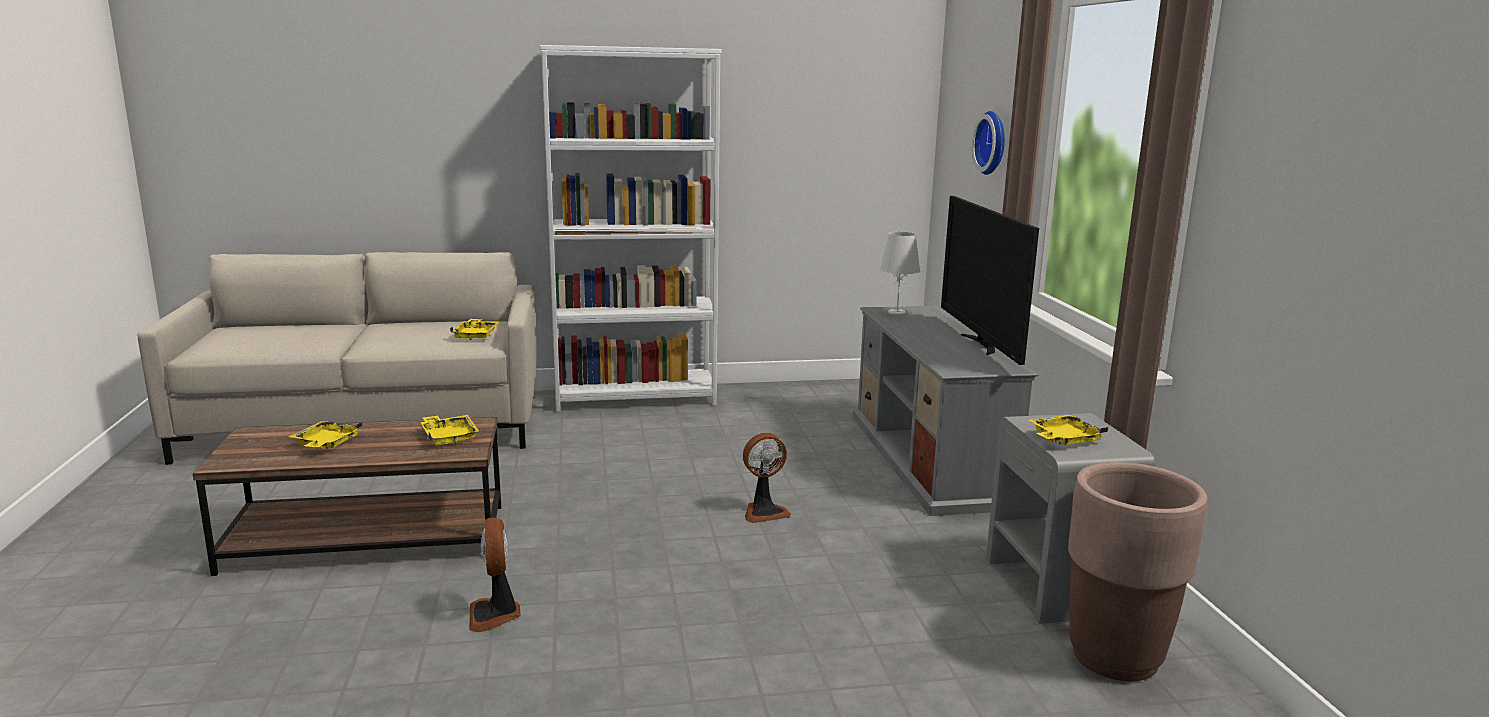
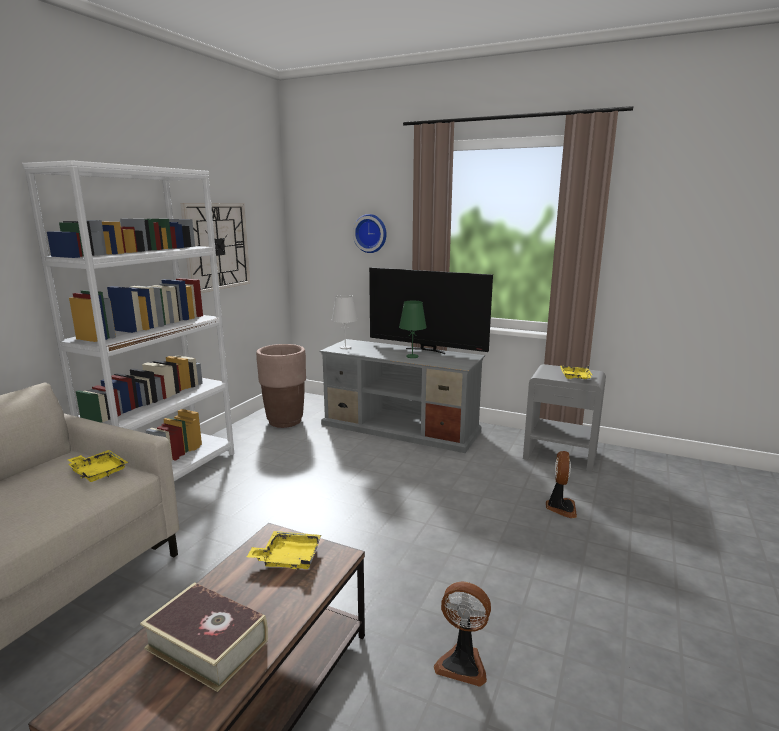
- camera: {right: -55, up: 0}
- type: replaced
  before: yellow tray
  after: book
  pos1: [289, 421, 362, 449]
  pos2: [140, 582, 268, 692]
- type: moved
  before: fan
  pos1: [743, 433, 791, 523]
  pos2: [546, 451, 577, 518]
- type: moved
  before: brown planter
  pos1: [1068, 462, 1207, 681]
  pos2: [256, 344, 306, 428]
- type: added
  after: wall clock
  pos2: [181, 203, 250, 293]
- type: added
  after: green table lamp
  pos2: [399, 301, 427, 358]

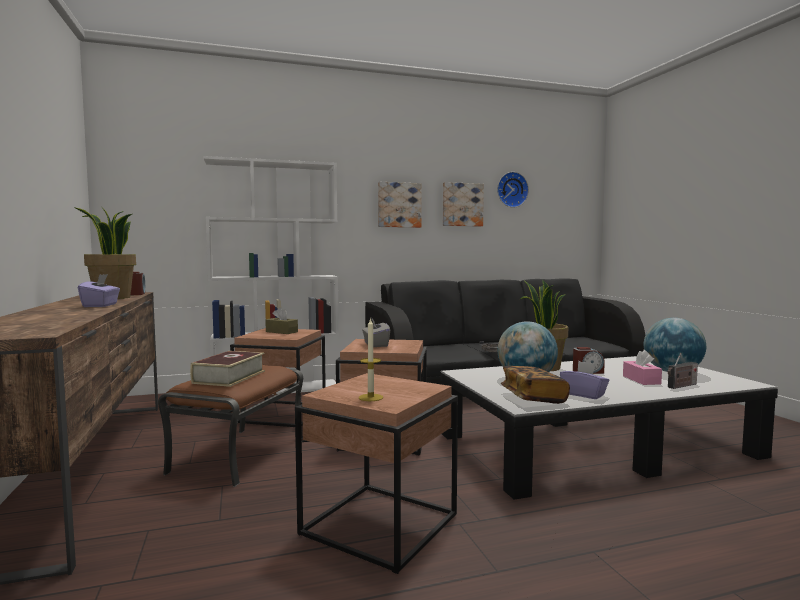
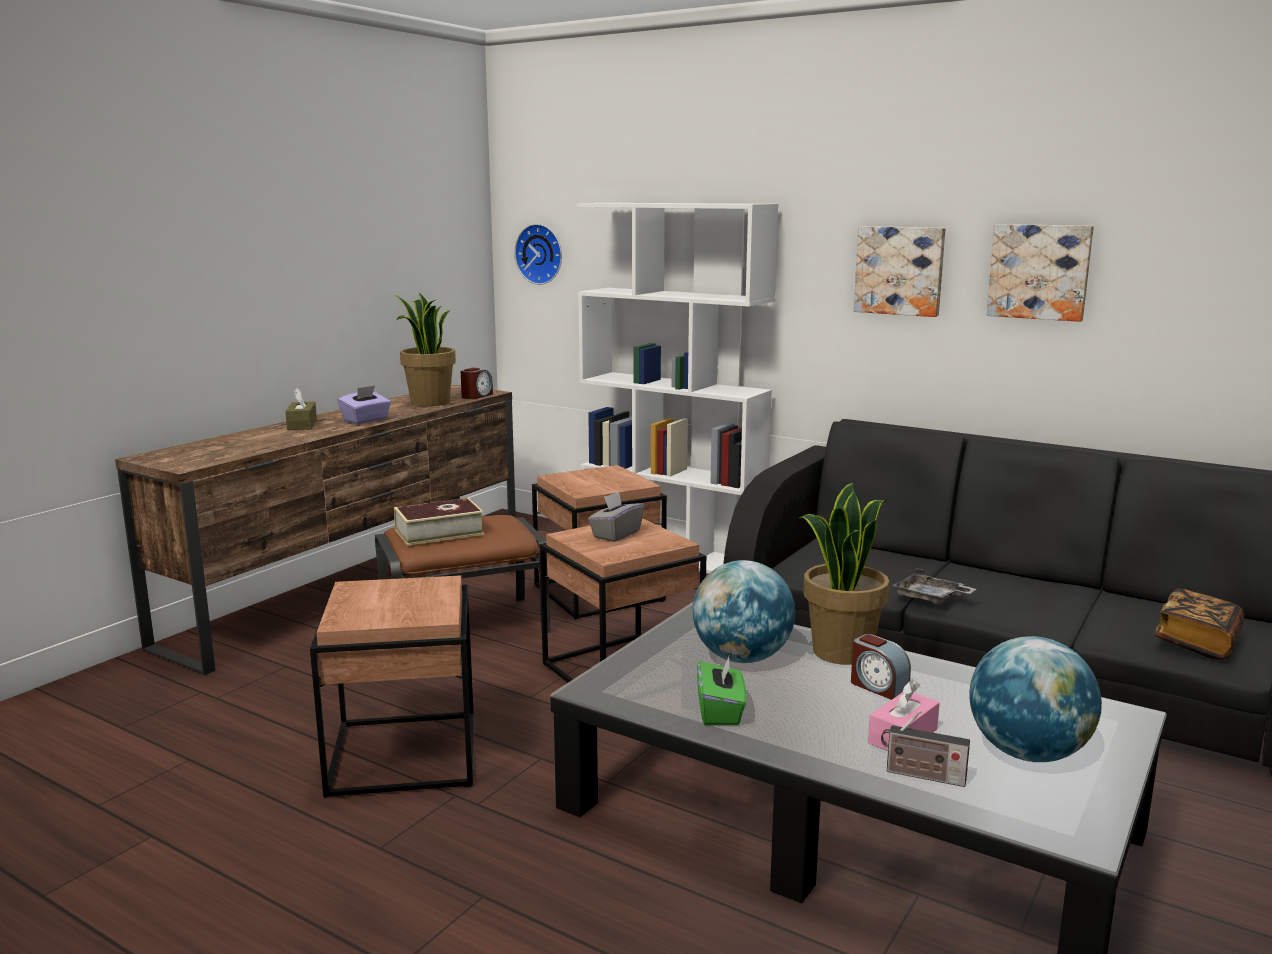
- camera: {right: 50, up: 10}
- type: moved
  before: brown tissue box
  pos1: [265, 307, 298, 334]
  pos2: [285, 388, 317, 430]
- type: removed
  before: candle
  pos1: [359, 318, 383, 401]
- type: moved
  before: wall clock
  pos1: [497, 172, 529, 208]
  pos2: [514, 224, 562, 285]
- type: moved
  before: book
  pos1: [501, 366, 570, 404]
  pos2: [1155, 588, 1244, 660]
- type: recoloured
  before: purple tissue box
  after: green tissue box
  pos1: [560, 361, 609, 399]
  pos2: [697, 657, 747, 725]

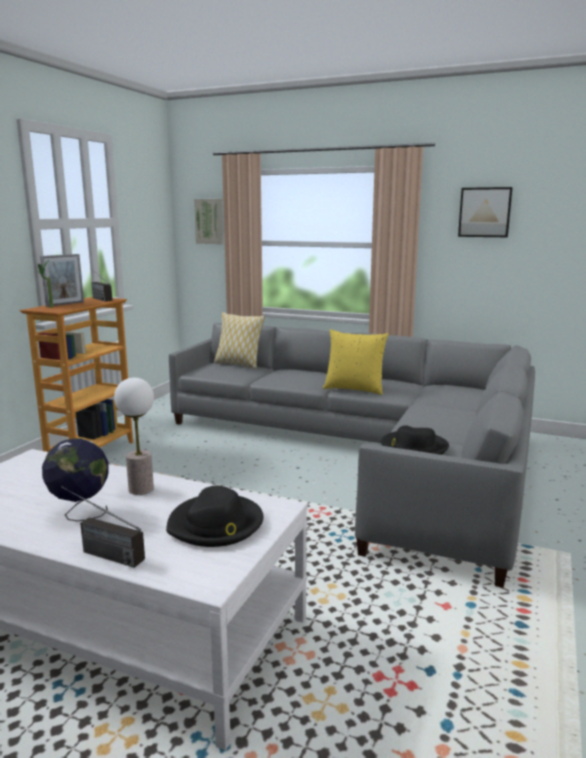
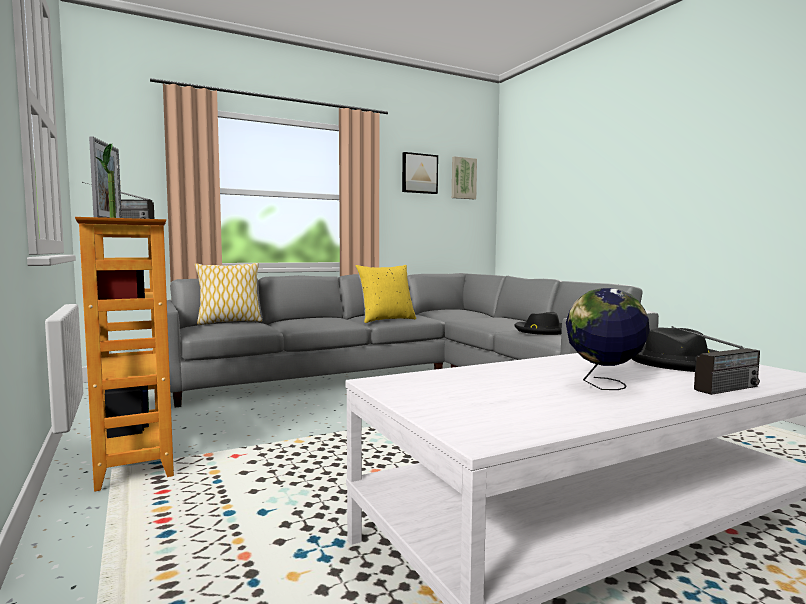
- camera: {right: -50, up: -10}
- type: removed
  before: table lamp
  pos1: [114, 378, 154, 495]
- type: moved
  before: picture
  pos1: [194, 199, 223, 244]
  pos2: [452, 156, 477, 199]

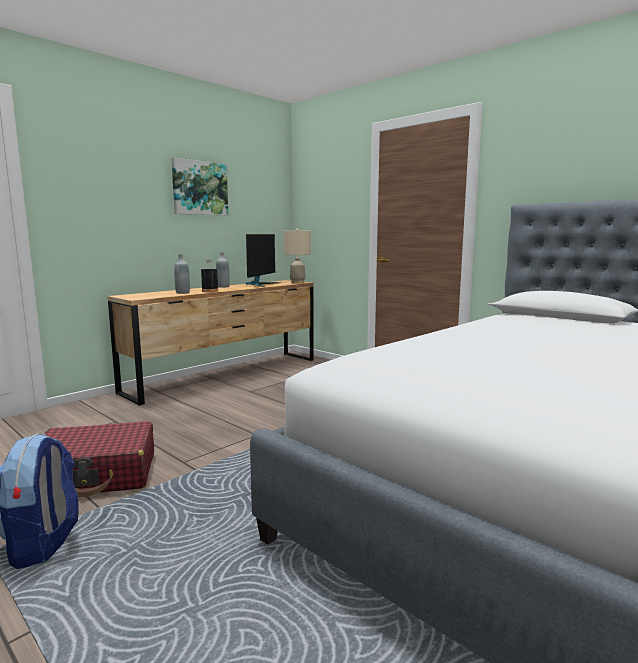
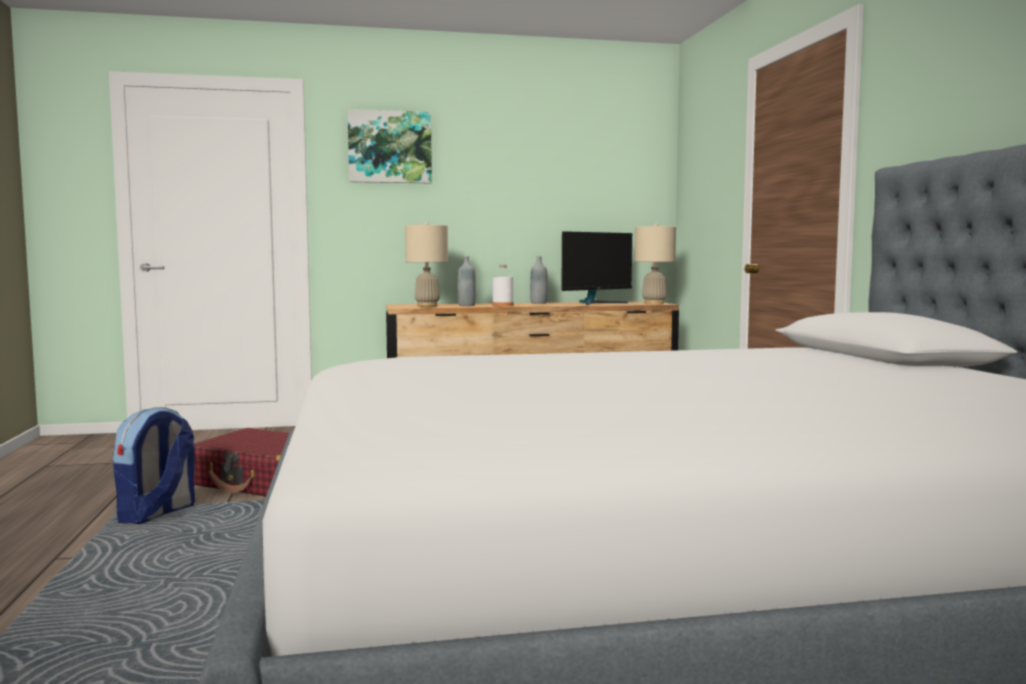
- camera: {right: 35, up: -5}
- type: moved
  before: picture
  pos1: [171, 157, 228, 216]
  pos2: [348, 109, 432, 184]
- type: recoloured
  before: black bottle
  after: white bottle
  pos1: [201, 260, 218, 292]
  pos2: [492, 265, 514, 307]
- type: added
  after: beige table lamp
  pos2: [405, 222, 448, 307]

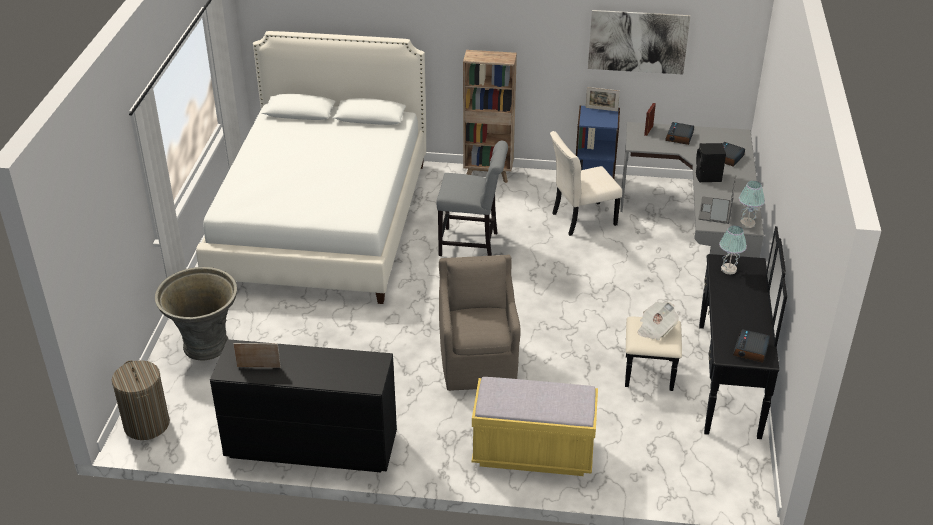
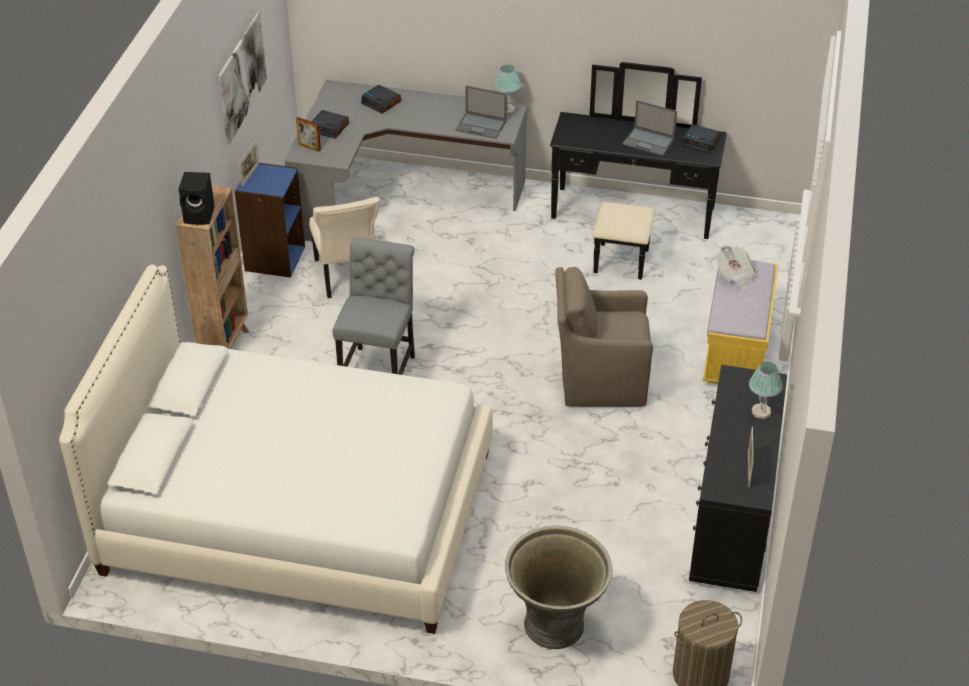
- camera: {right: -85, up: 5}
- type: moved
  before: newspaper
  pos1: [637, 302, 679, 340]
  pos2: [716, 245, 757, 289]
- type: moved
  before: black speaker
  pos1: [696, 143, 726, 182]
  pos2: [178, 172, 215, 225]
- type: moved
  before: table lamp
  pos1: [719, 226, 747, 275]
  pos2: [749, 362, 782, 419]
- type: added
  after: laptop
  pos2: [622, 100, 677, 156]

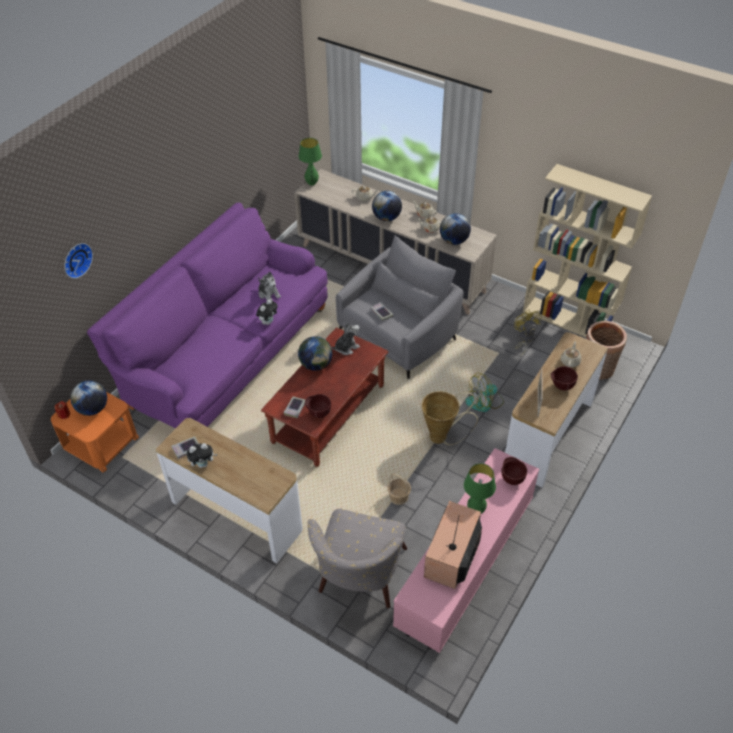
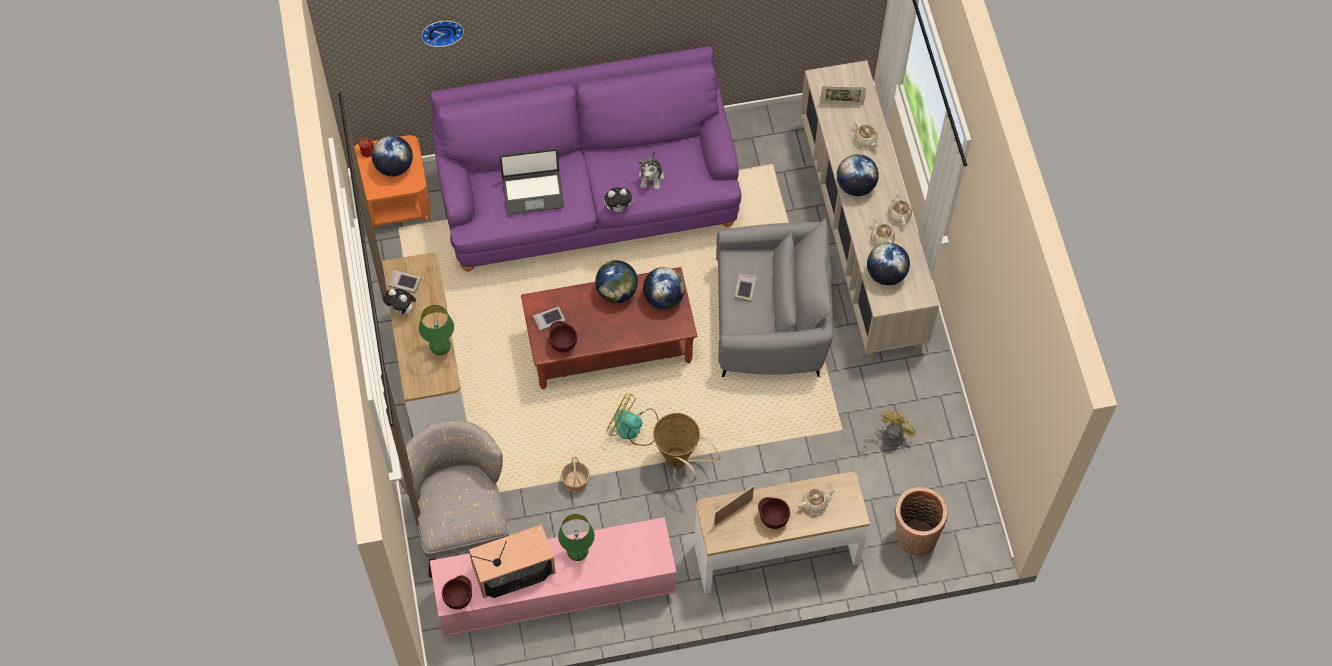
- camera: {right: 45, up: 15}
- type: moved
  before: green table lamp
  pos1: [299, 138, 322, 186]
  pos2: [419, 305, 454, 355]
- type: turned
  before: grey armchair
  pos1: [308, 509, 407, 608]
  pos2: [399, 420, 509, 578]
  turn: 105
- type: replaced
  before: plush toy
  after: globe
  pos1: [332, 322, 360, 355]
  pos2: [643, 267, 685, 309]
- type: moved
  before: fan
  pos1: [465, 373, 504, 412]
  pos2: [606, 393, 659, 446]
- type: moved
  before: brown bowl
  pos1: [502, 457, 527, 485]
  pos2: [442, 575, 472, 609]
- type: removed
  before: beige bookcase
  pos1: [523, 164, 652, 337]
- type: added
  after: laptop
  pos2: [499, 148, 564, 215]
- type: added
  after: picture frame
  pos2: [820, 86, 866, 105]

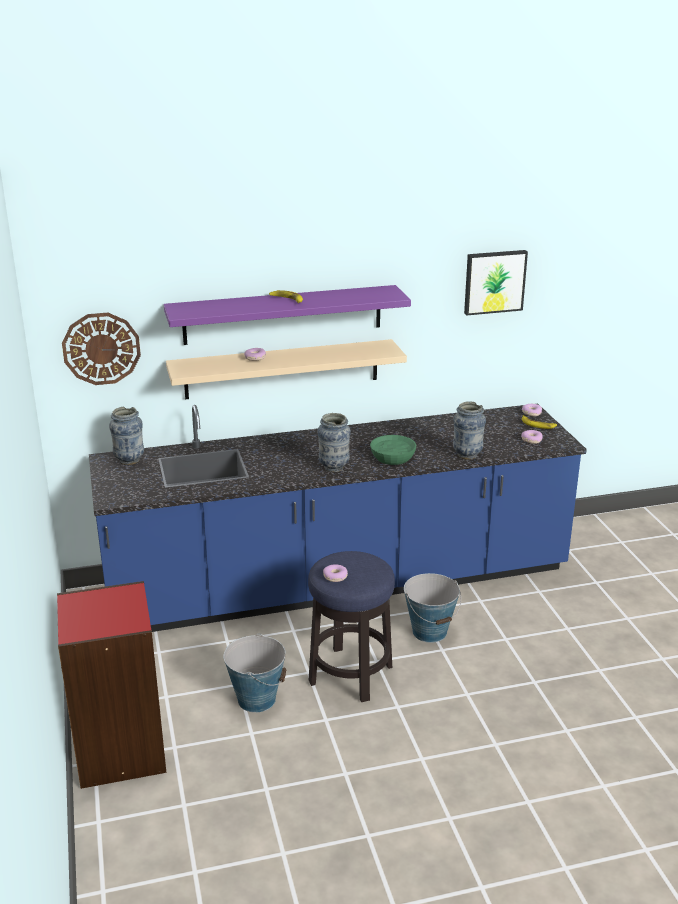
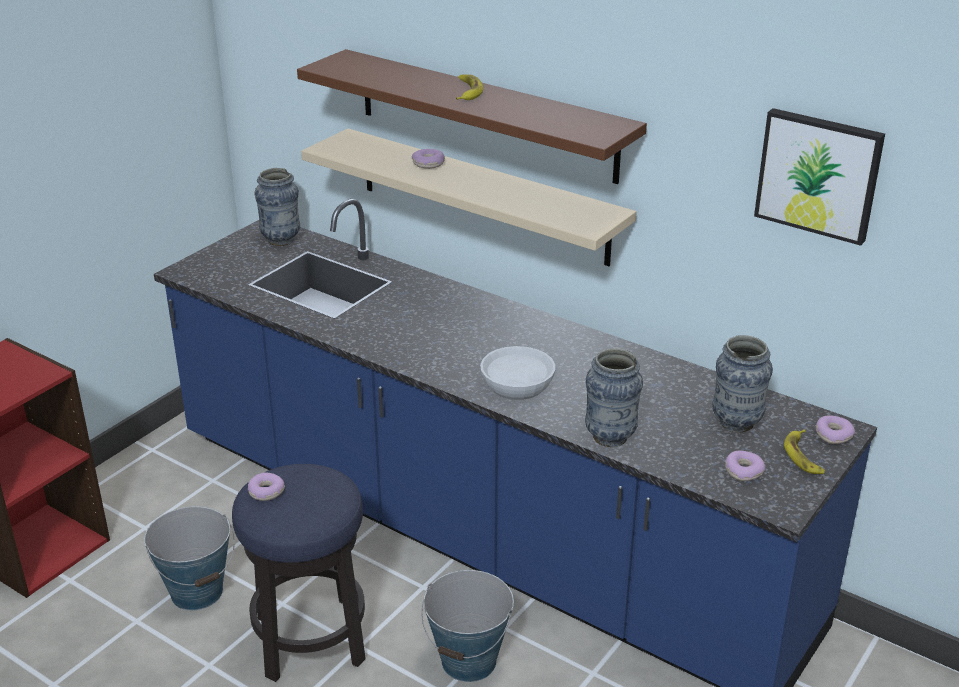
- camera: {right: 50, up: 5}
- type: removed
  before: wall clock
  pos1: [62, 313, 141, 385]
- type: recoloured
  before: purple shelf
  after: brown shelf
  pos1: [164, 285, 411, 345]
  pos2: [297, 49, 647, 184]
- type: moved
  before: vase
  pos1: [317, 413, 351, 472]
  pos2: [712, 335, 773, 433]
- type: recoloured
  before: green bowl
  after: white bowl
  pos1: [370, 435, 416, 465]
  pos2: [480, 346, 555, 400]

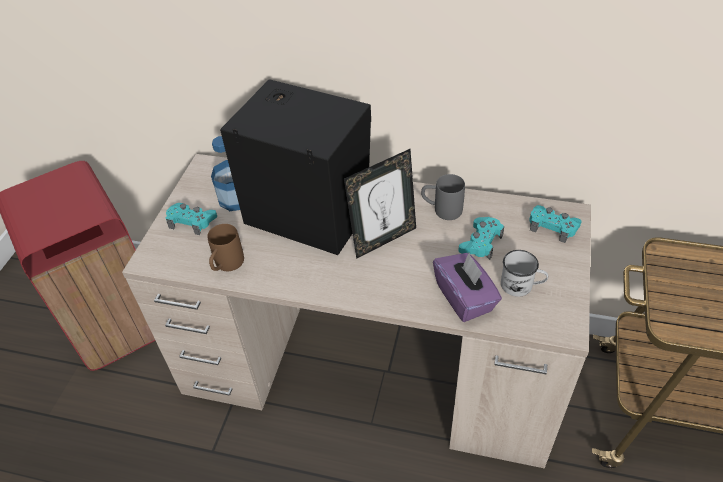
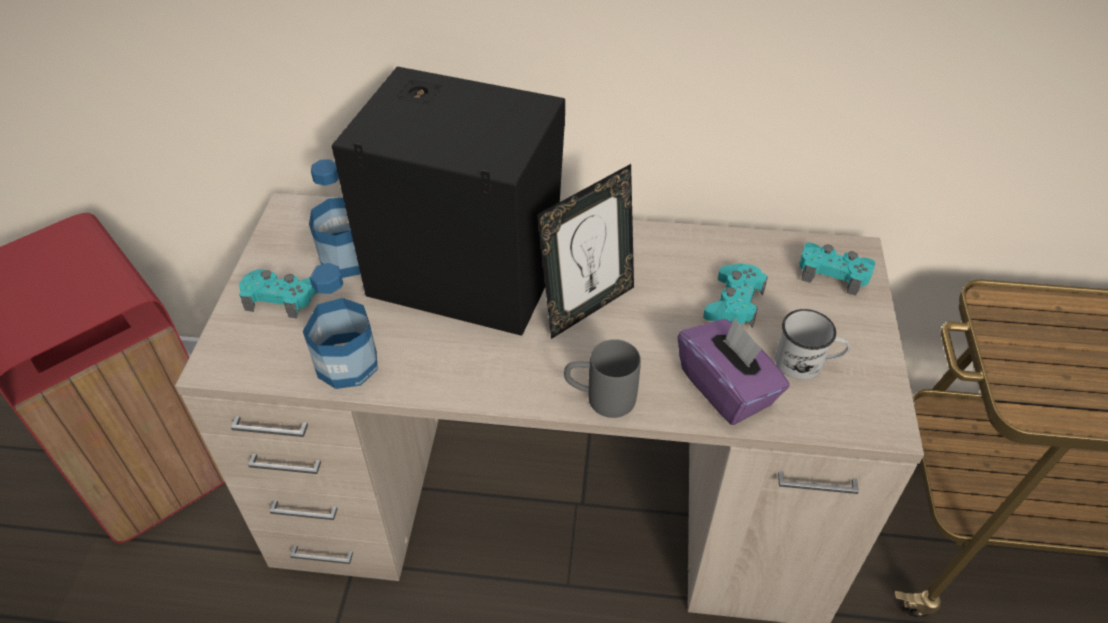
- camera: {right: -10, up: 0}
- type: replaced
  before: brown mug
  after: bottle
  pos1: [207, 224, 244, 271]
  pos2: [303, 263, 378, 389]
- type: moved
  before: grey mug
  pos1: [421, 174, 465, 220]
  pos2: [564, 339, 641, 418]

